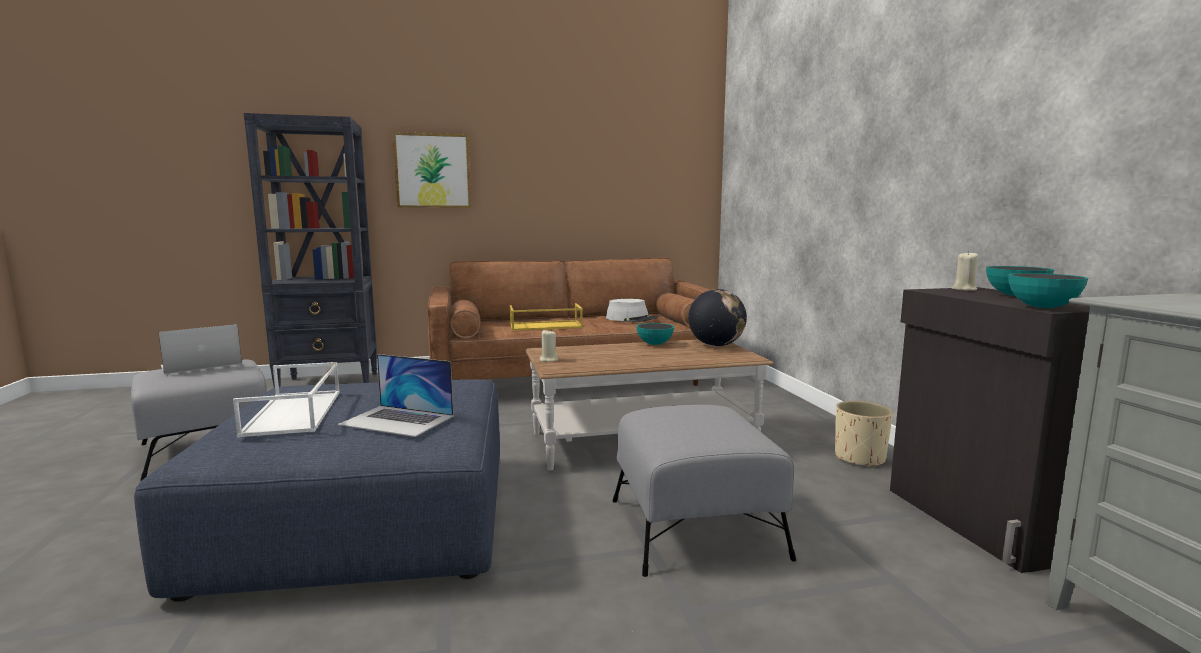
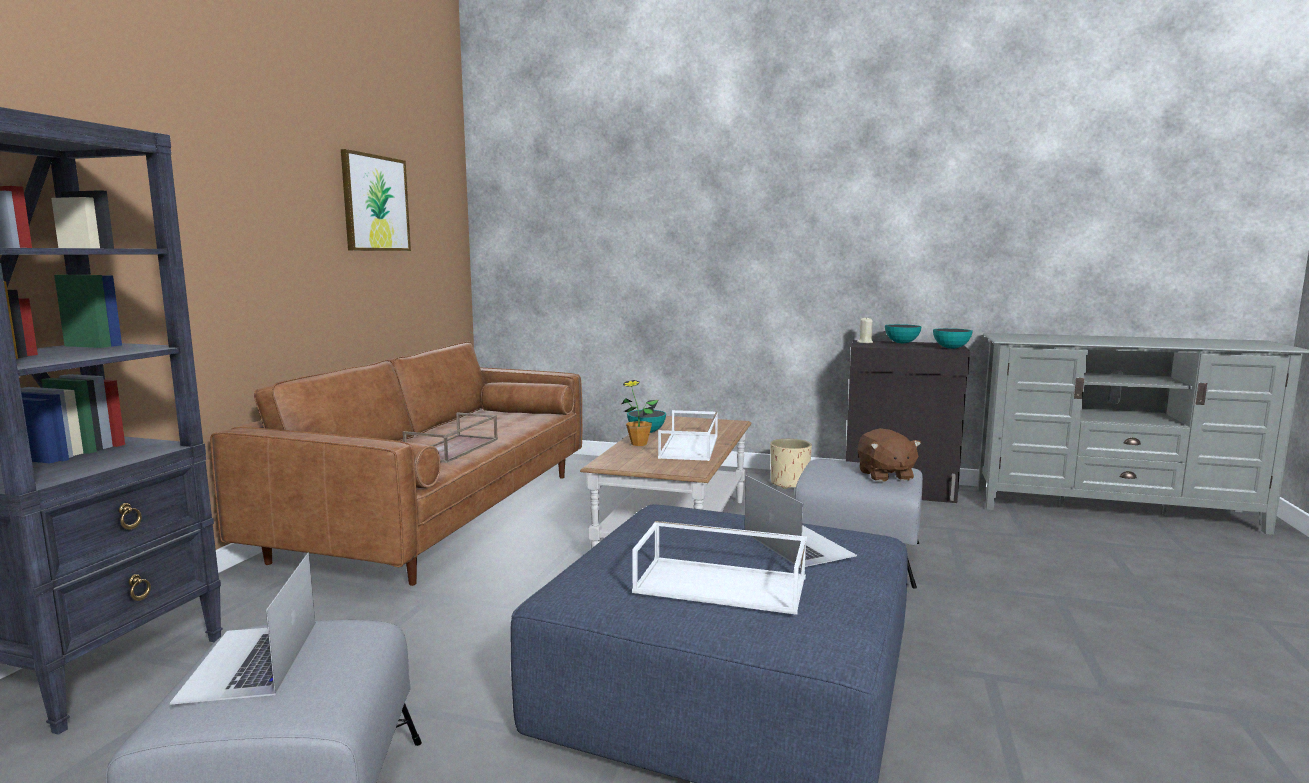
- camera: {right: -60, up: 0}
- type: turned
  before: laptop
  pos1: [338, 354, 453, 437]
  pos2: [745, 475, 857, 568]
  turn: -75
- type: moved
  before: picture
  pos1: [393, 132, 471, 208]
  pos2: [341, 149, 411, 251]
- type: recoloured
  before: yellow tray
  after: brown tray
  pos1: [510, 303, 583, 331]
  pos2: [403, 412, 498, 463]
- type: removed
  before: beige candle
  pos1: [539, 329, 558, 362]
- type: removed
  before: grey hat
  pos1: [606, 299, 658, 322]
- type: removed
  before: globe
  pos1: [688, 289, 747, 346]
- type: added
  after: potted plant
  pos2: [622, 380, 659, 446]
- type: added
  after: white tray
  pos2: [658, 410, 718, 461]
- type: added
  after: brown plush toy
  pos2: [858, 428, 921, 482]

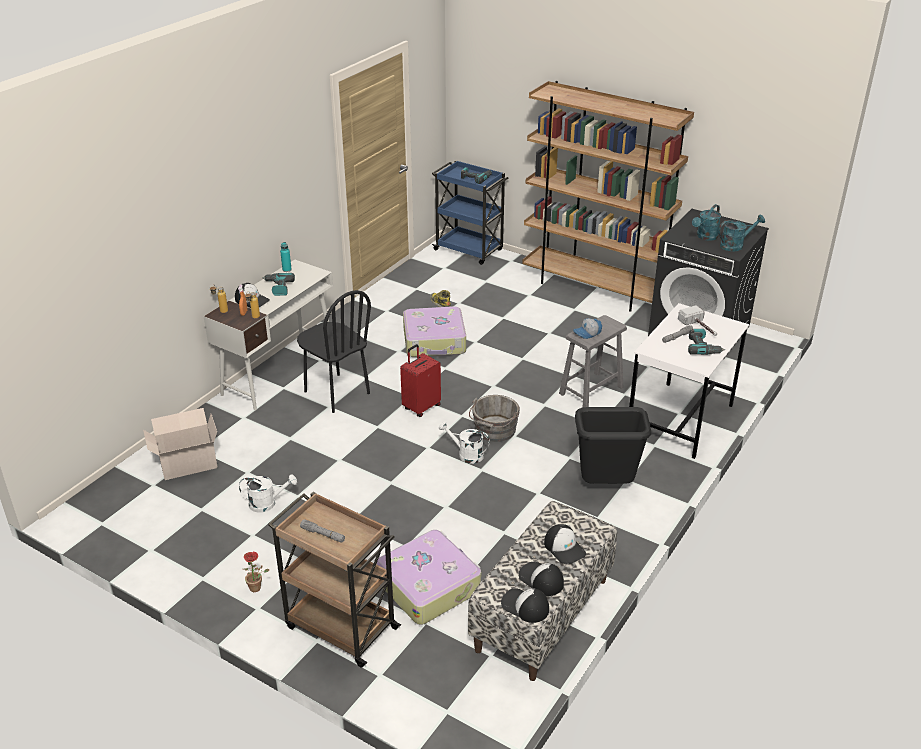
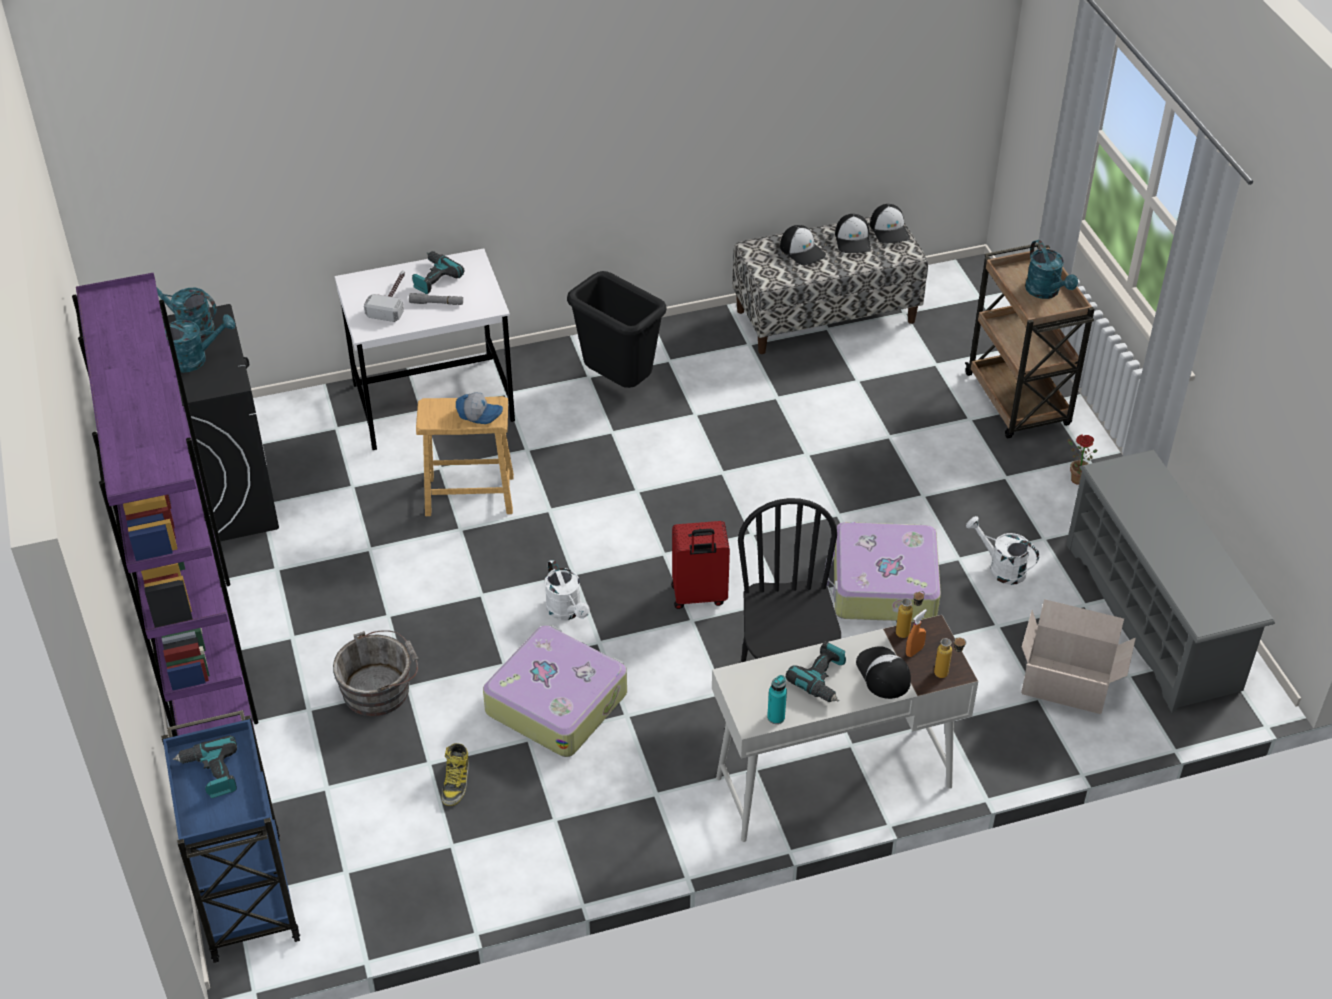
- camera: {right: -140, up: 10}
- type: replaced
  before: grey flashlight
  after: turquoise watering can
  pos1: [300, 519, 345, 542]
  pos2: [1025, 240, 1078, 299]
- type: moved
  before: suitcase
  pos1: [376, 530, 481, 625]
  pos2: [824, 522, 941, 621]
- type: moved
  before: white watering can
  pos1: [439, 421, 490, 464]
  pos2: [545, 559, 589, 620]
- type: moved
  before: grey bucket
  pos1: [469, 395, 520, 442]
  pos2: [333, 630, 419, 716]
- type: recoloured
  before: brown bookcase
  after: purple bookcase
  pos1: [522, 81, 694, 312]
  pos2: [72, 273, 258, 740]
- type: turned
  before: cap
  pos1: [544, 524, 586, 564]
  pos2: [780, 225, 826, 265]
  turn: 135
- type: recoloured
  before: grey stool
  after: brown stool
  pos1: [559, 315, 627, 407]
  pos2: [416, 396, 514, 516]
- type: added
  after: grey shoe rack
  pos2: [1066, 450, 1275, 713]

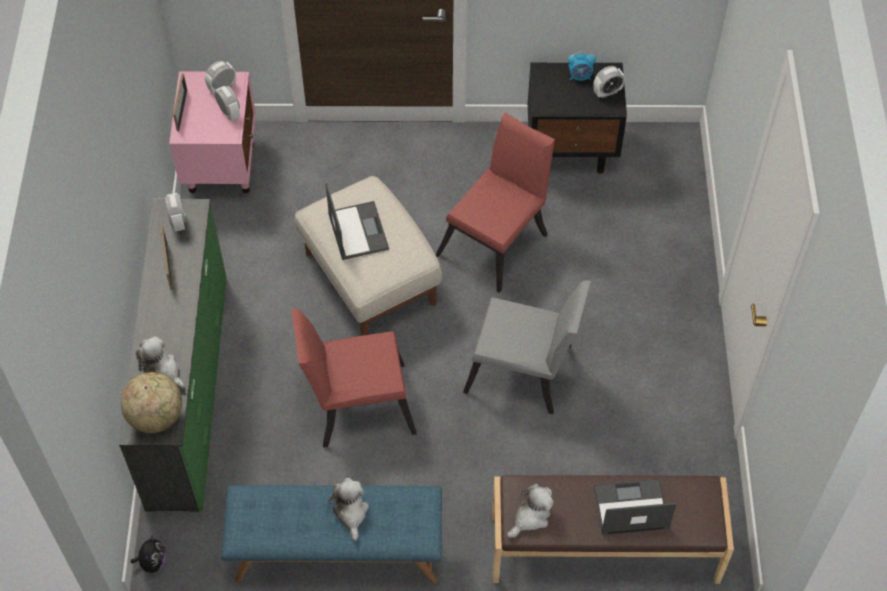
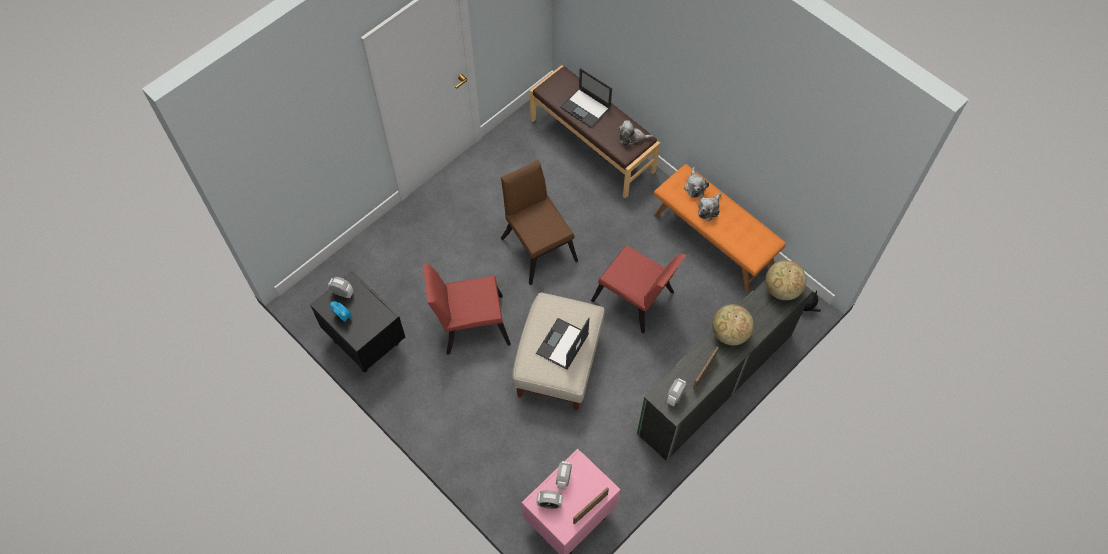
- camera: {right: -135, up: 5}
- type: moved
  before: plush toy
  pos1: [136, 336, 184, 389]
  pos2: [684, 167, 709, 198]
- type: recoloured
  before: blue bench
  after: orange bench
  pos1: [221, 485, 442, 584]
  pos2: [654, 164, 786, 292]
- type: recoloured
  before: grey chair
  after: brown chair
  pos1: [463, 280, 591, 414]
  pos2: [501, 160, 578, 285]
- type: added
  after: globe
  pos2: [712, 304, 754, 345]

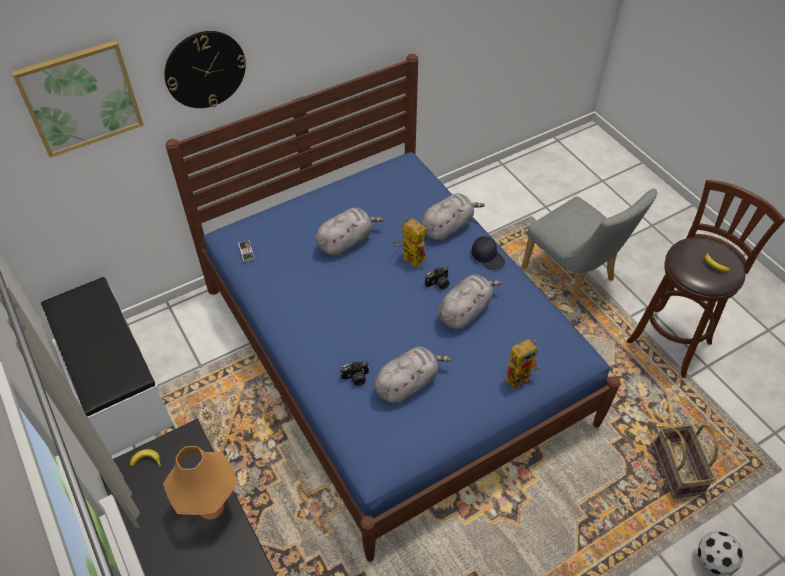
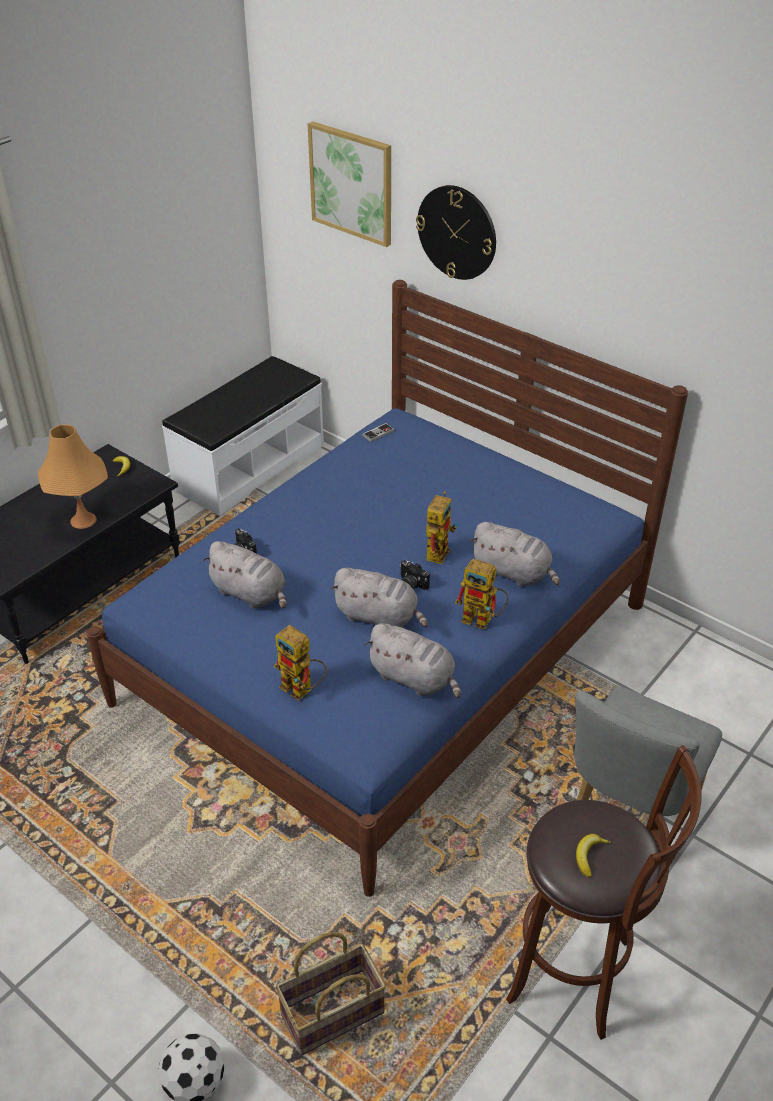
- camera: {right: 70, up: -10}
- type: moved
  before: grey plush toy
  pos1: [316, 208, 384, 256]
  pos2: [364, 623, 461, 698]
- type: replaced
  before: black cap
  after: toy robot
  pos1: [472, 236, 505, 270]
  pos2: [455, 559, 509, 630]

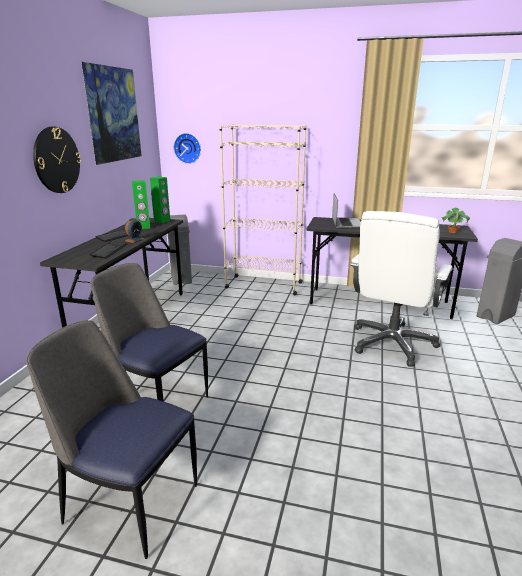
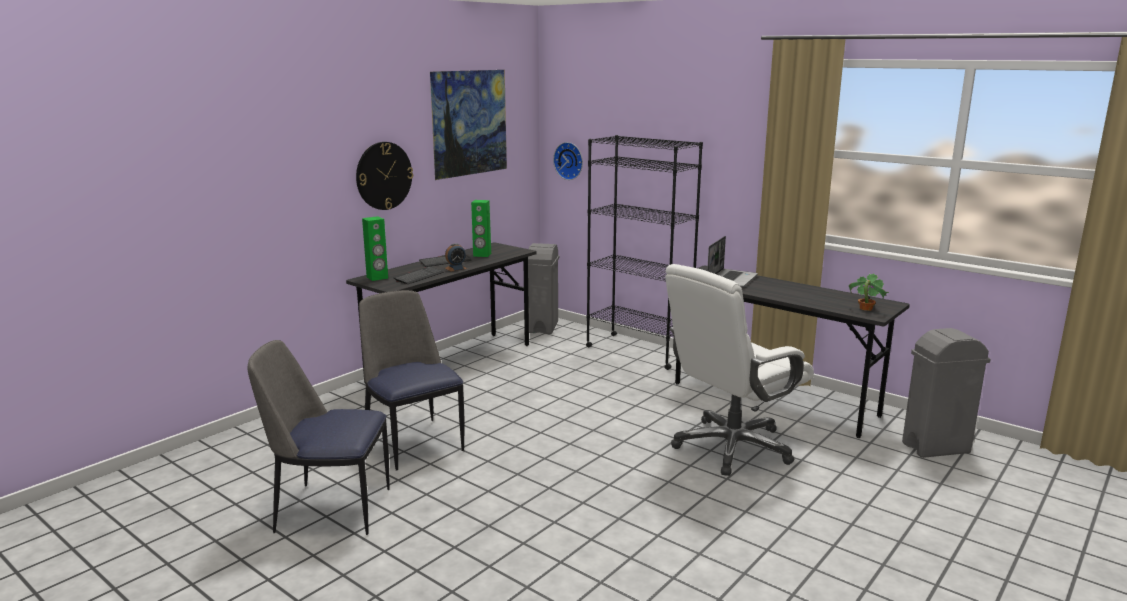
- camera: {right: 25, up: -5}
- type: turned
  before: chair
  pos1: [26, 320, 197, 559]
  pos2: [248, 340, 390, 535]
  turn: -45
- type: moved
  before: green speaker
  pos1: [150, 177, 170, 223]
  pos2: [362, 216, 388, 281]
- type: recoloured
  before: beige bookcase
  after: black bookcase
  pos1: [219, 124, 307, 295]
  pos2: [586, 135, 703, 370]

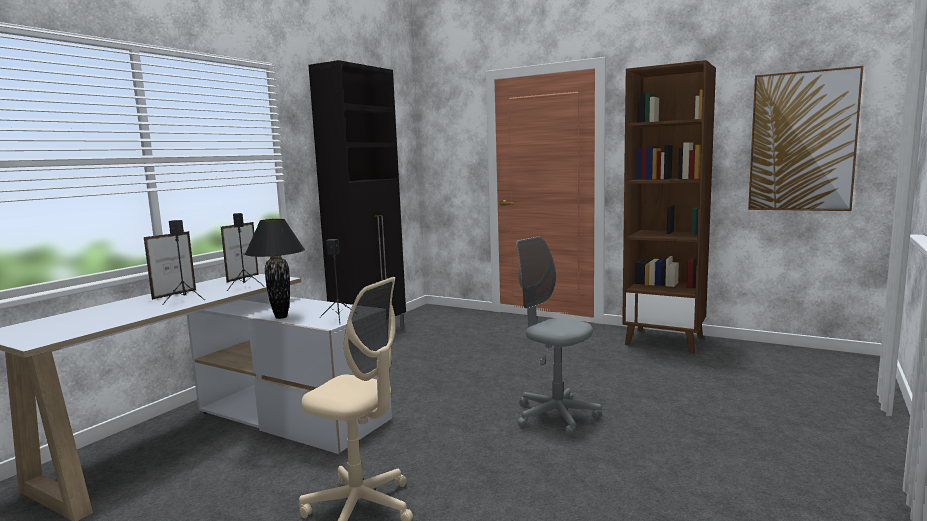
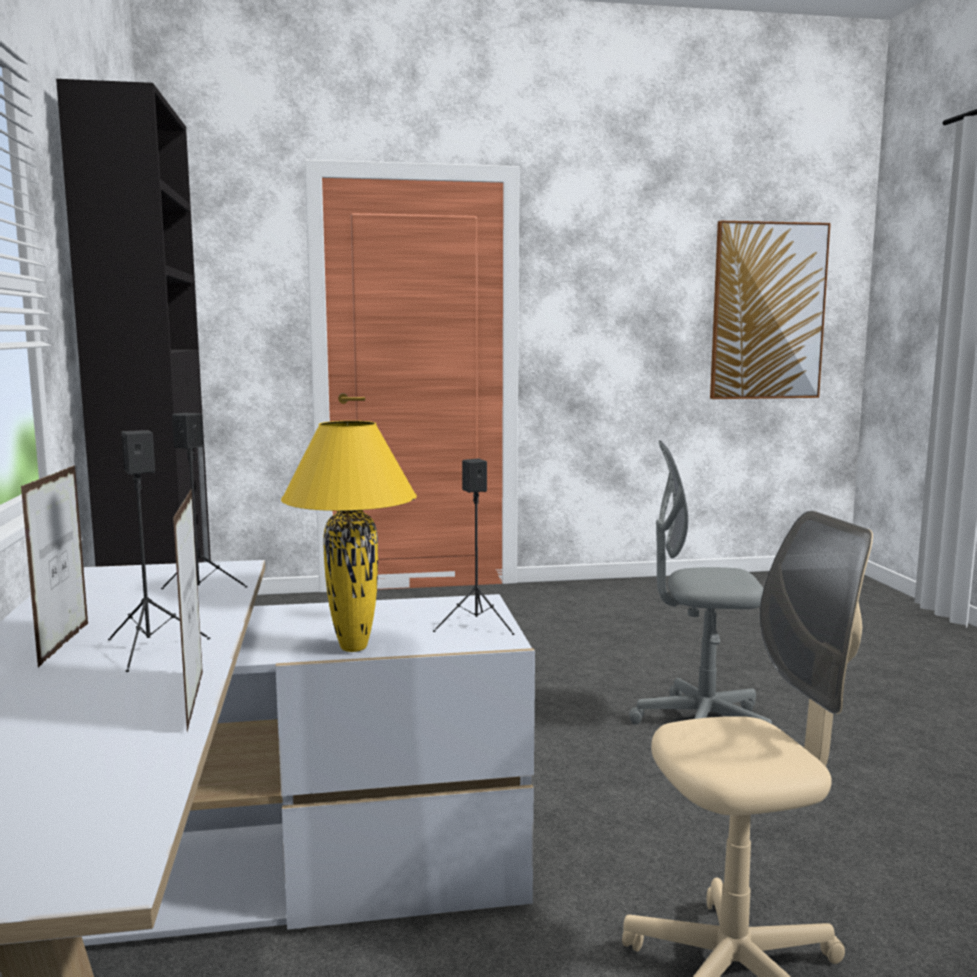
- camera: {right: -40, up: 0}
- type: moved
  before: picture frame
  pos1: [221, 222, 259, 283]
  pos2: [173, 489, 203, 731]
- type: recoloured
  before: black table lamp
  after: yellow table lamp
  pos1: [245, 219, 305, 319]
  pos2: [281, 421, 417, 652]
- type: removed
  before: brown bookcase
  pos1: [622, 60, 716, 354]

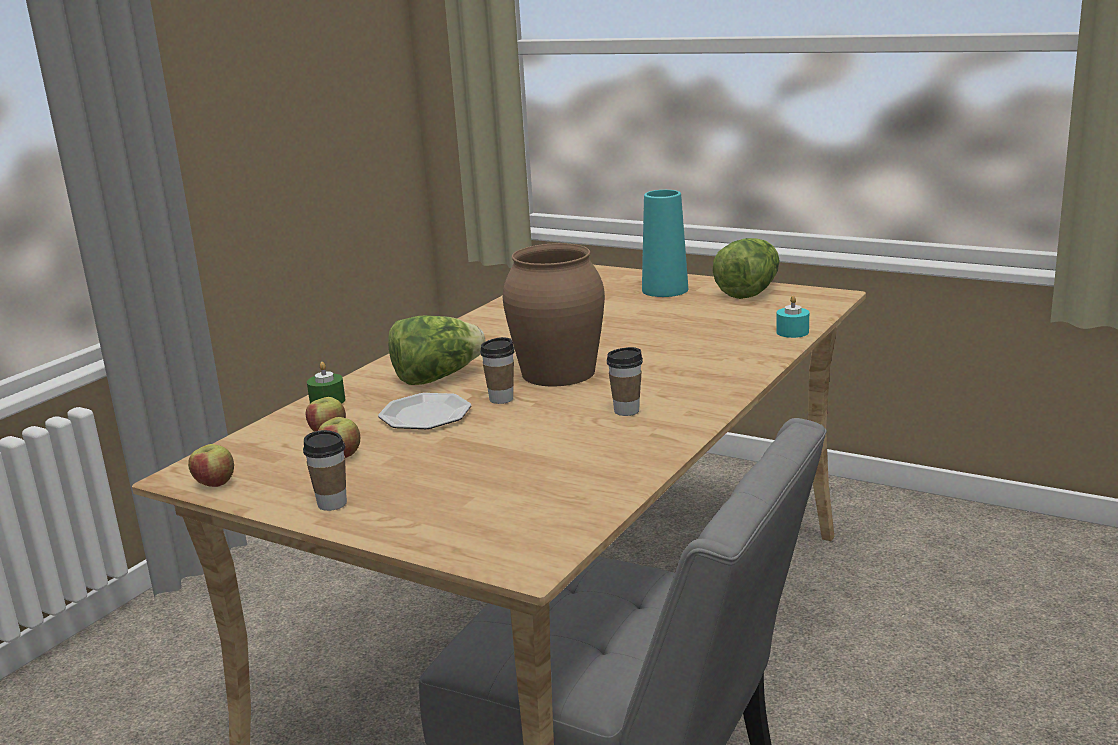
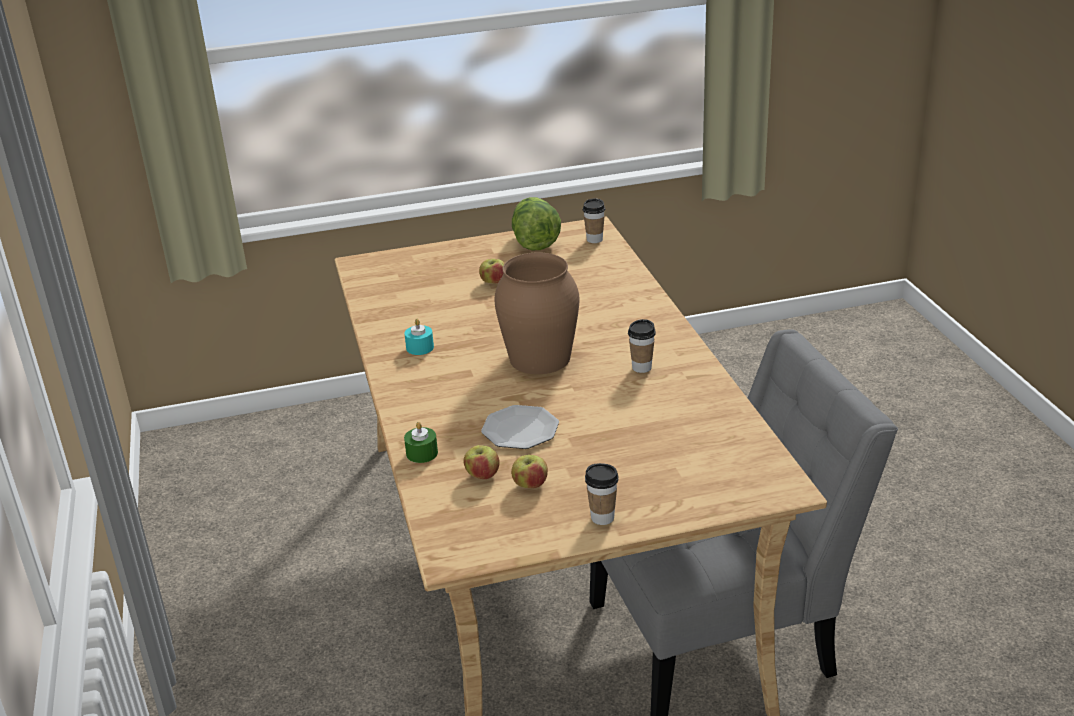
- camera: {right: -45, up: 10}
- type: moved
  before: apple
  pos1: [188, 444, 234, 487]
  pos2: [479, 259, 505, 283]
- type: removed
  before: lettuce
  pos1: [388, 315, 486, 385]
- type: moved
  before: cup
  pos1: [480, 337, 515, 404]
  pos2: [583, 198, 605, 243]
- type: removed
  before: turquoise vase
  pos1: [642, 190, 688, 297]
- type: moved
  before: turquoise candle
  pos1: [776, 295, 809, 338]
  pos2: [404, 319, 434, 355]

